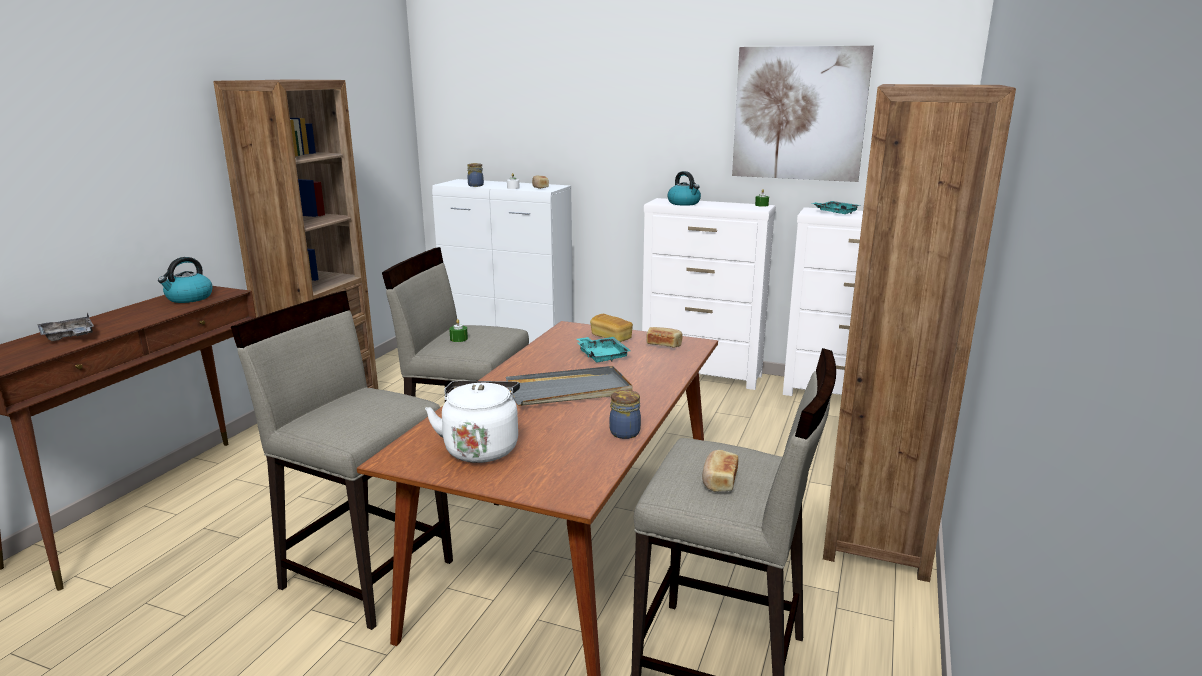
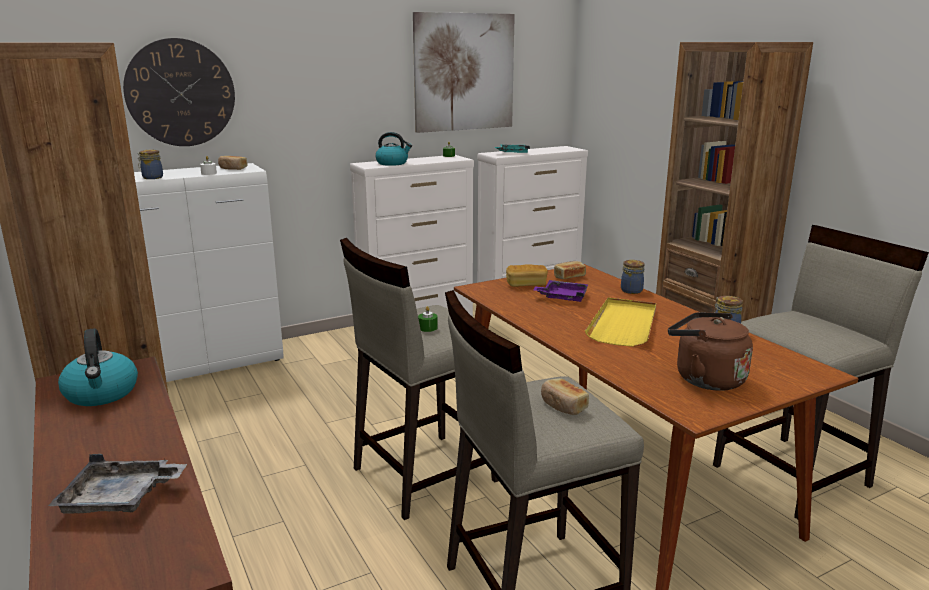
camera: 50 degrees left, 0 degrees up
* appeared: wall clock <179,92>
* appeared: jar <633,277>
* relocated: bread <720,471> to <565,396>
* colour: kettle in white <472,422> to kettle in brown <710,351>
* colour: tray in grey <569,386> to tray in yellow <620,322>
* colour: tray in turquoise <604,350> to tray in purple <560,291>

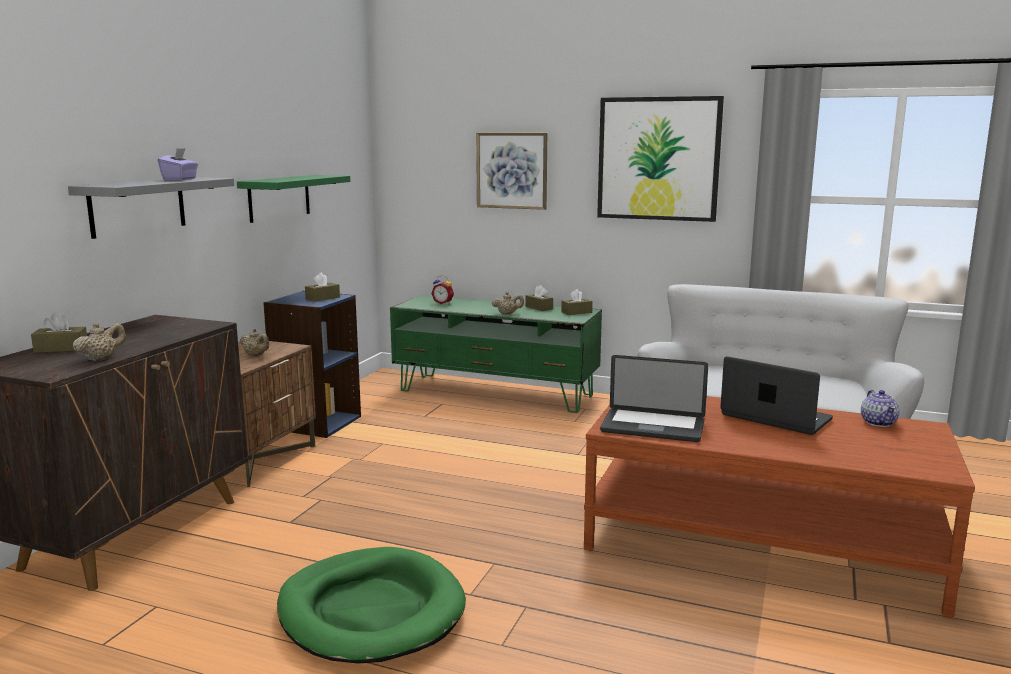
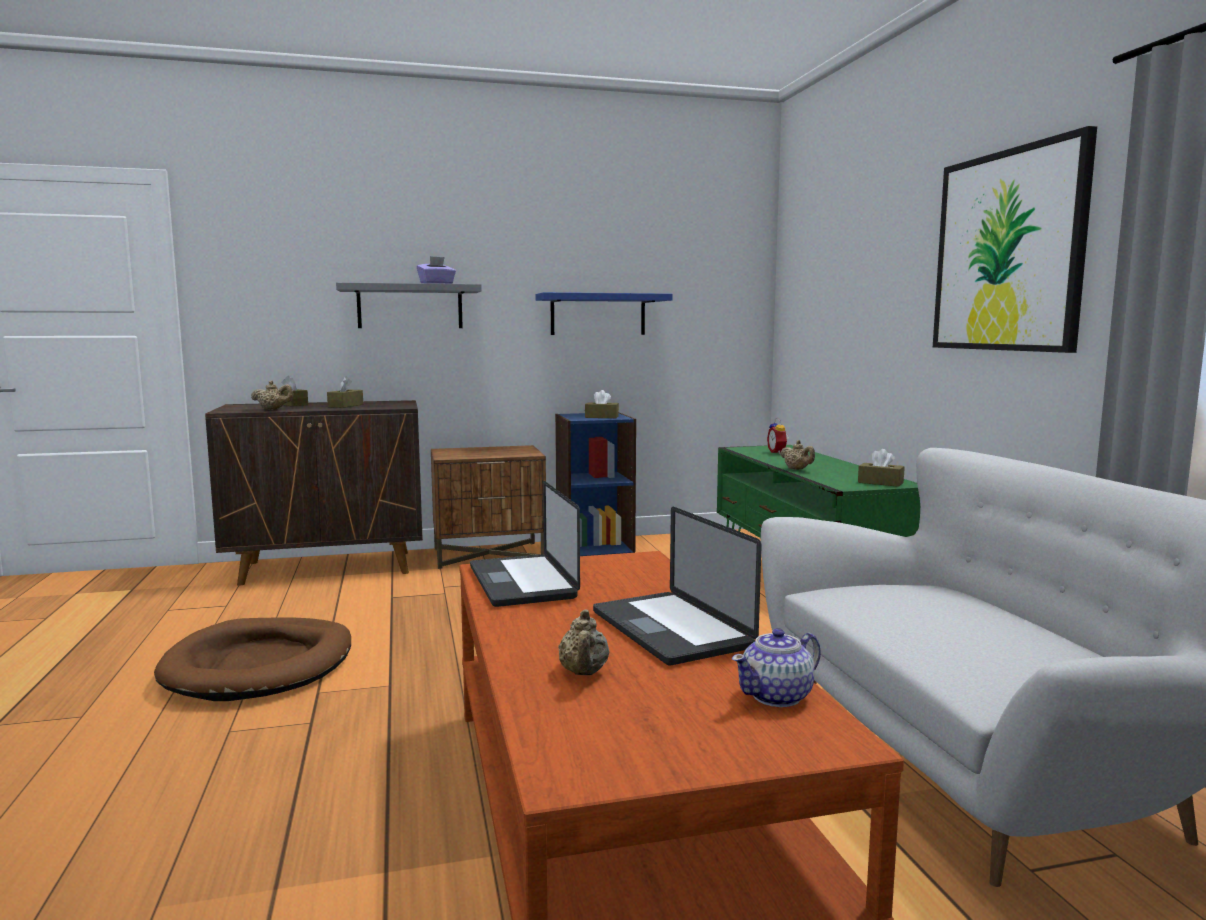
camera: 55 degrees right, 5 degrees down
* missing: picture <511,171>
* relocated: teapot in beige <254,342> to <583,642>
* relocated: tissue box in brown <539,298> to <345,392>
* colour: shelf in green <293,199> to shelf in blue <604,313>
* colour: dog bed in green <371,605> to dog bed in brown <252,659>
* spun: laptop <776,395> = <677,586> 150 degrees clockwise

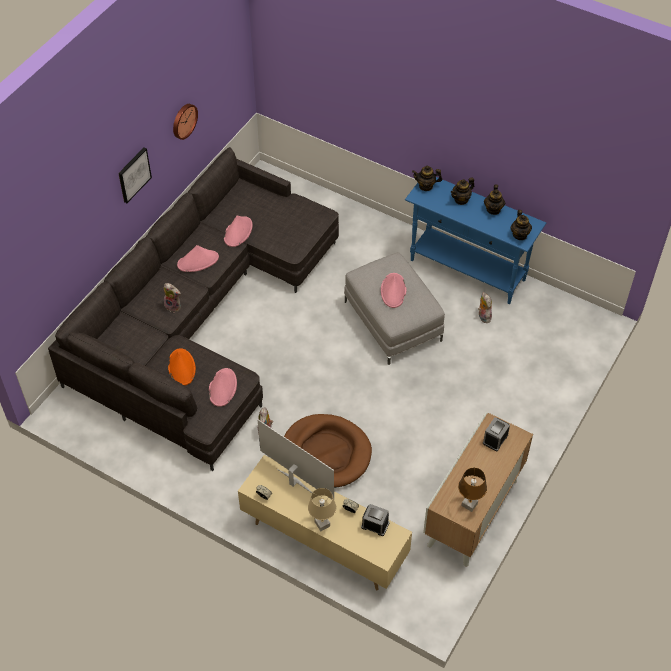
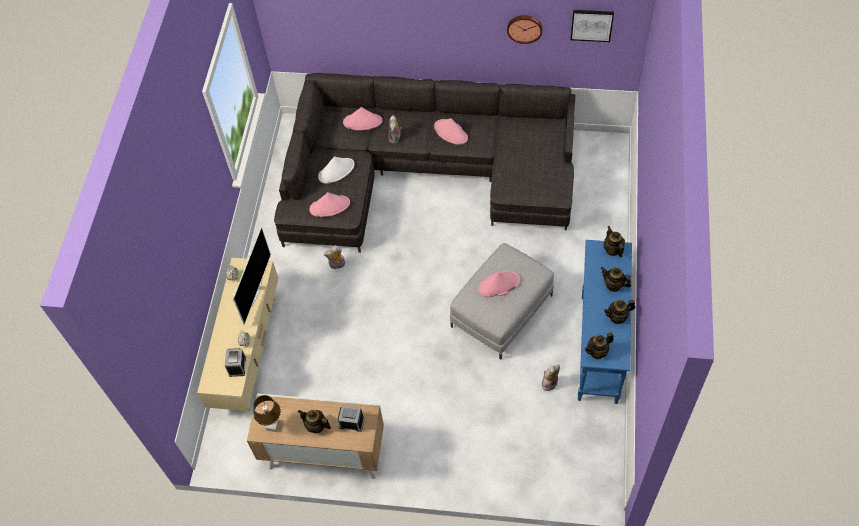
camera: 70 degrees right, 5 degrees up
* missing: dog bed in brown <328,451>
* missing: table lamp in beige <322,509>
* appeared: teapot <314,422>
* relocated: picture <135,175> to <592,26>
* relocated: hat in pink <238,231> to <362,119>
* colour: hat in orange <182,367> to hat in white <336,169>

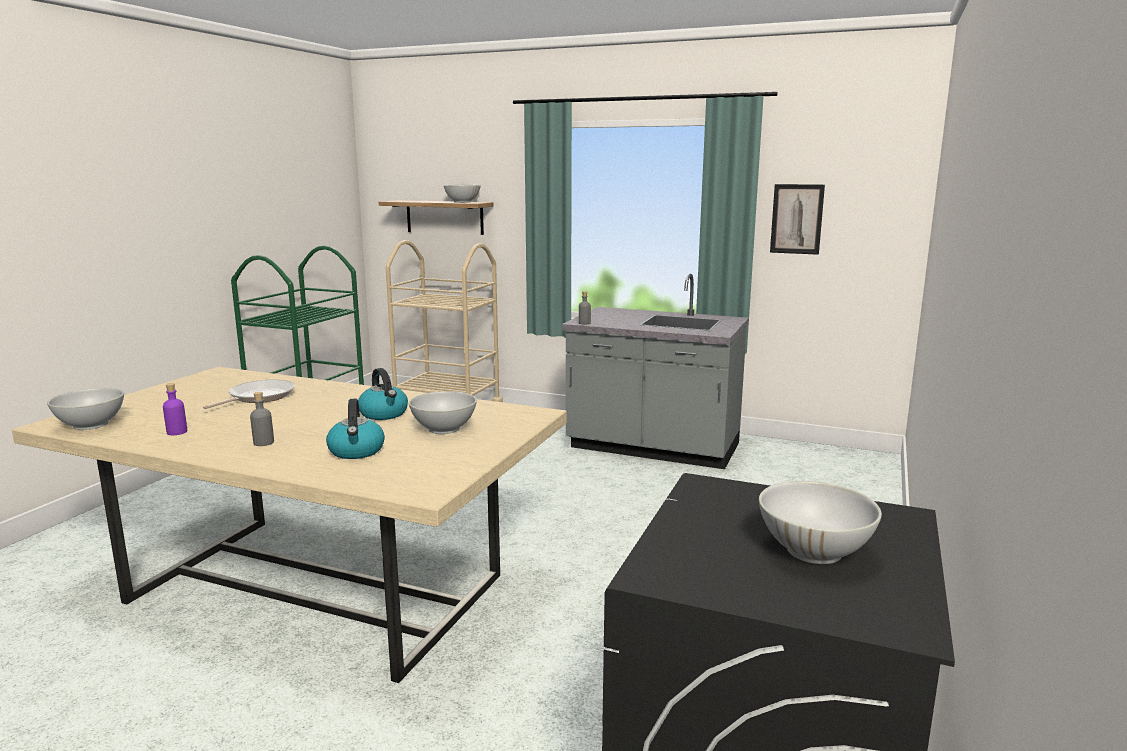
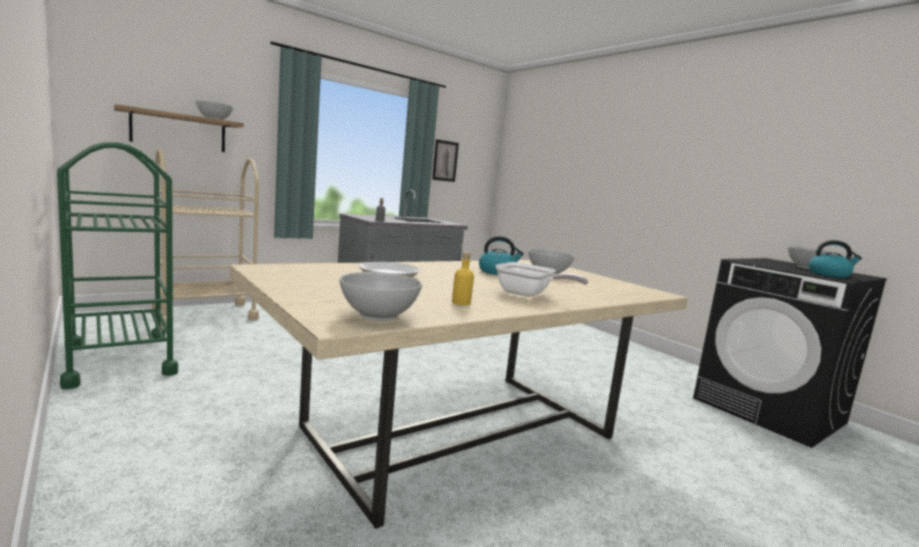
camera: 60 degrees left, 5 degrees down
* relocated: kettle <355,429> to <835,259>
* exchanged: bottle in grey <262,419> to frying pan <542,279>
* colour: bottle in purple <175,409> to bottle in yellow <463,278>

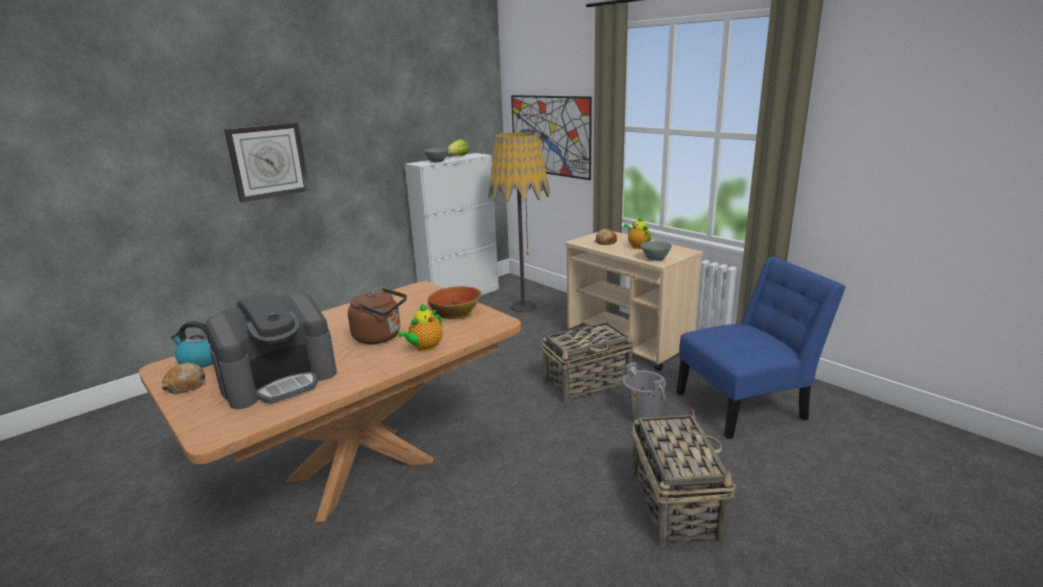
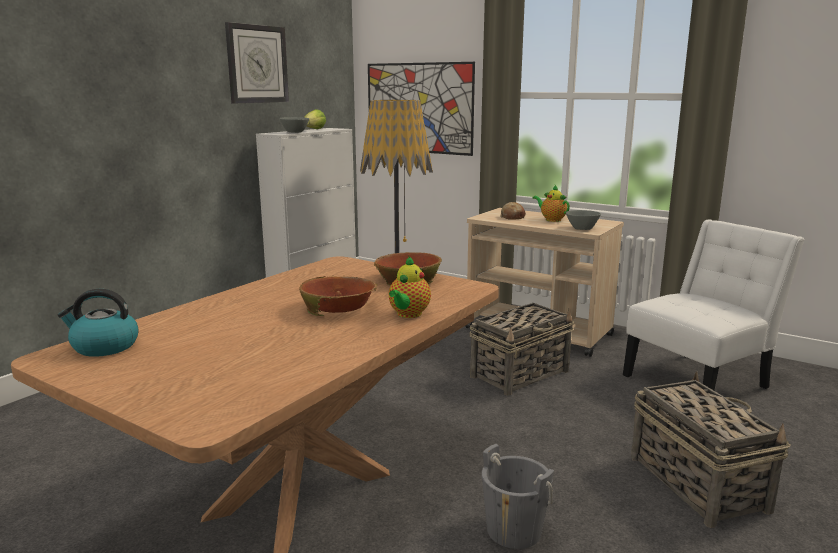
camera: 15 degrees left, 5 degrees down
* missing: bread <184,378>
* missing: coffee machine <271,350>
* relocated: wall clock <267,162> to <257,62>
* relocated: bucket in grey <644,392> to <518,496>
* exchanged: kettle in brown <377,316> to bowl <338,296>
* colour: chair in blue <761,348> to chair in white <714,305>

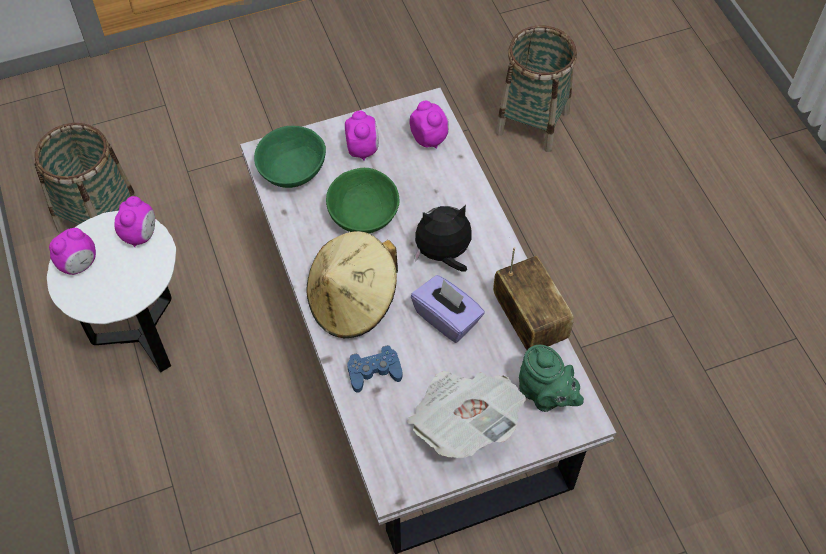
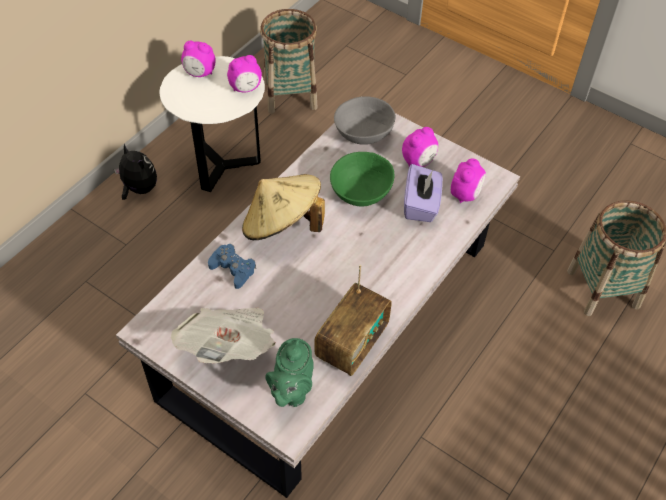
camera: 55 degrees right, 5 degrees down
* relocated: tissue box in purple <448,309> to <423,193>
* relocated: plush toy <443,238> to <135,172>
* colour: bowl in green <290,157> to bowl in grey <365,120>

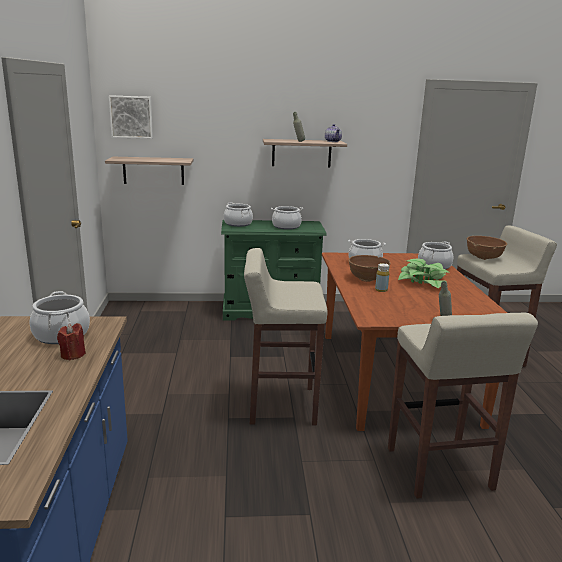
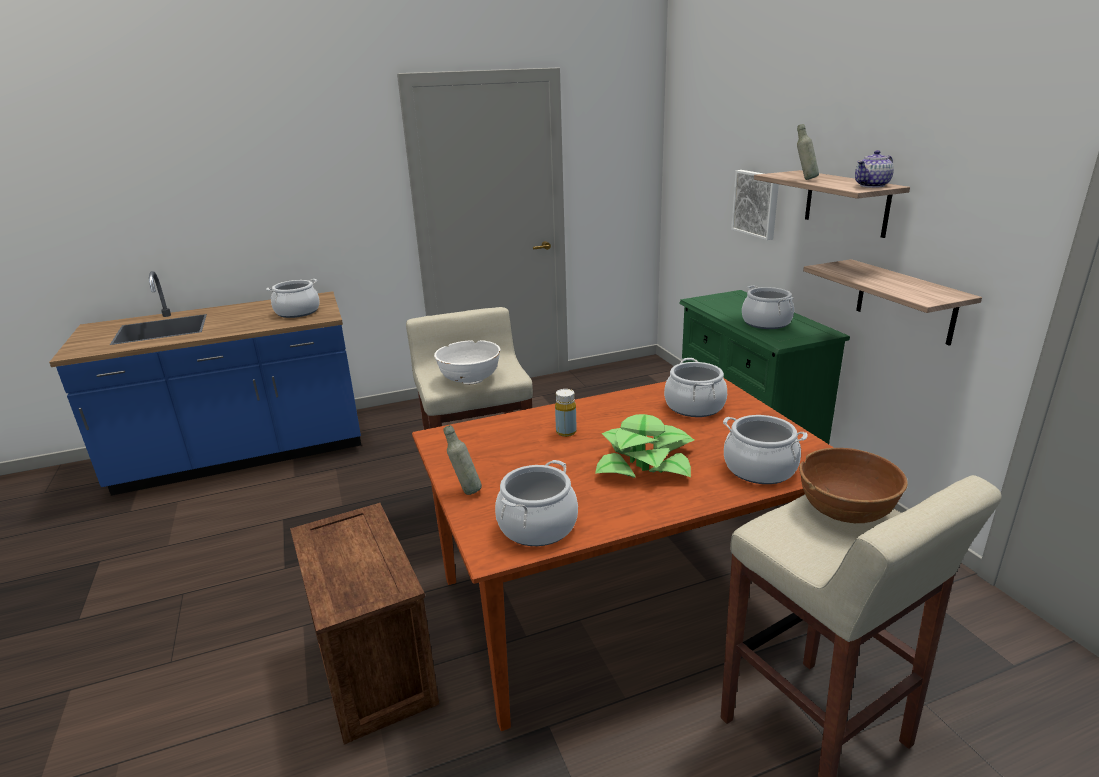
camera: 75 degrees right, 5 degrees up
* missing: candle in red <71,341>
* missing: bowl in brown <369,268>
* appeared: bowl in white <467,362>
* relocated: shelf <149,171> to <892,302>
* relocated: picture <131,117> to <755,205>
* relocated: cooking pot <238,214> to <536,503>
* exchanged: stool in beige <463,406> to crate <364,624>

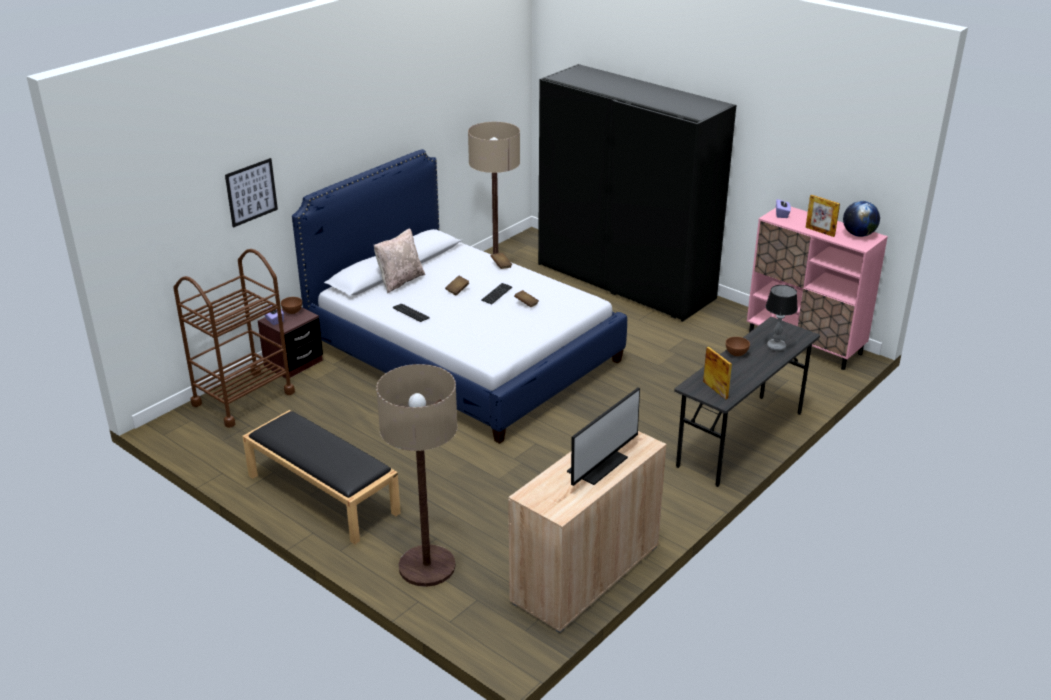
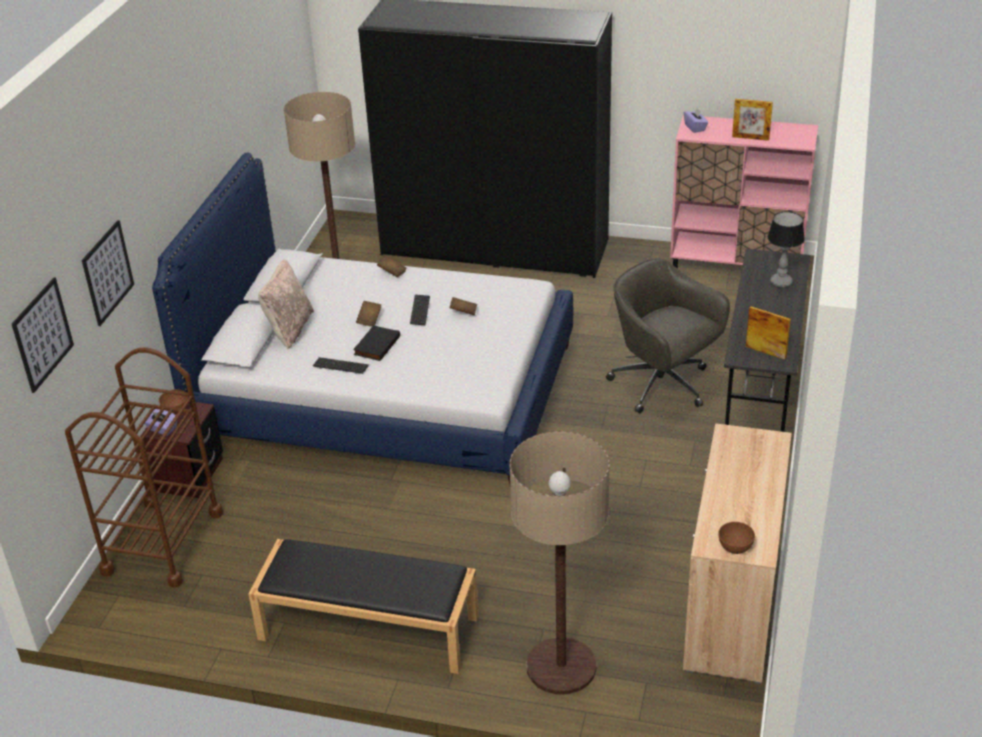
camera: 25 degrees left, 5 degrees up
* missing: monitor <603,436>
* missing: globe <861,219>
* appeared: picture <43,335>
* appeared: book in black <376,343>
* appeared: office chair in grey <668,336>
* relocated: bowl in brown <738,346> to <737,538>

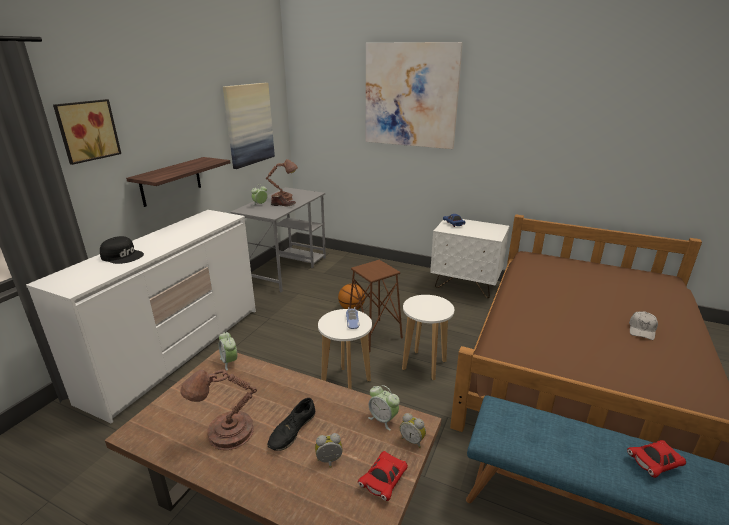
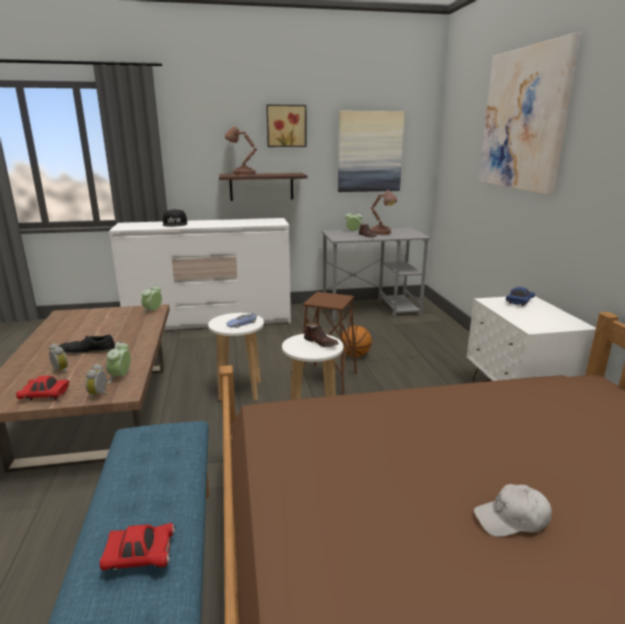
camera: 55 degrees right, 5 degrees down
* appeared: shoe in brown <321,335>
* relocated: picture <87,132> to <286,126>
* relocated: table lamp in brown <218,410> to <241,151>
* spun: toy car in red <656,459> = <137,546> 135 degrees clockwise

